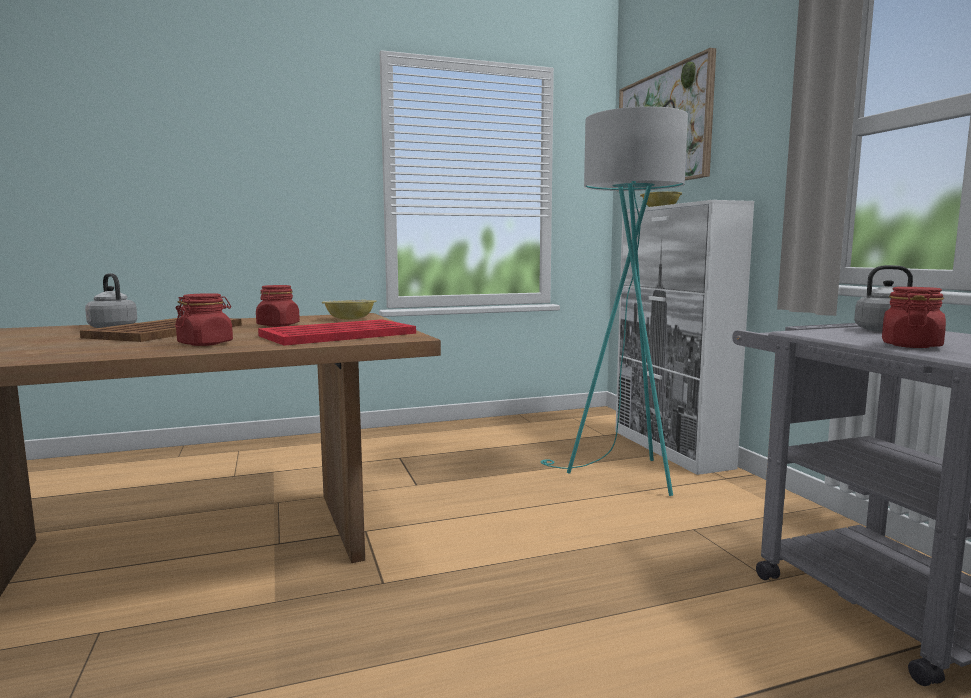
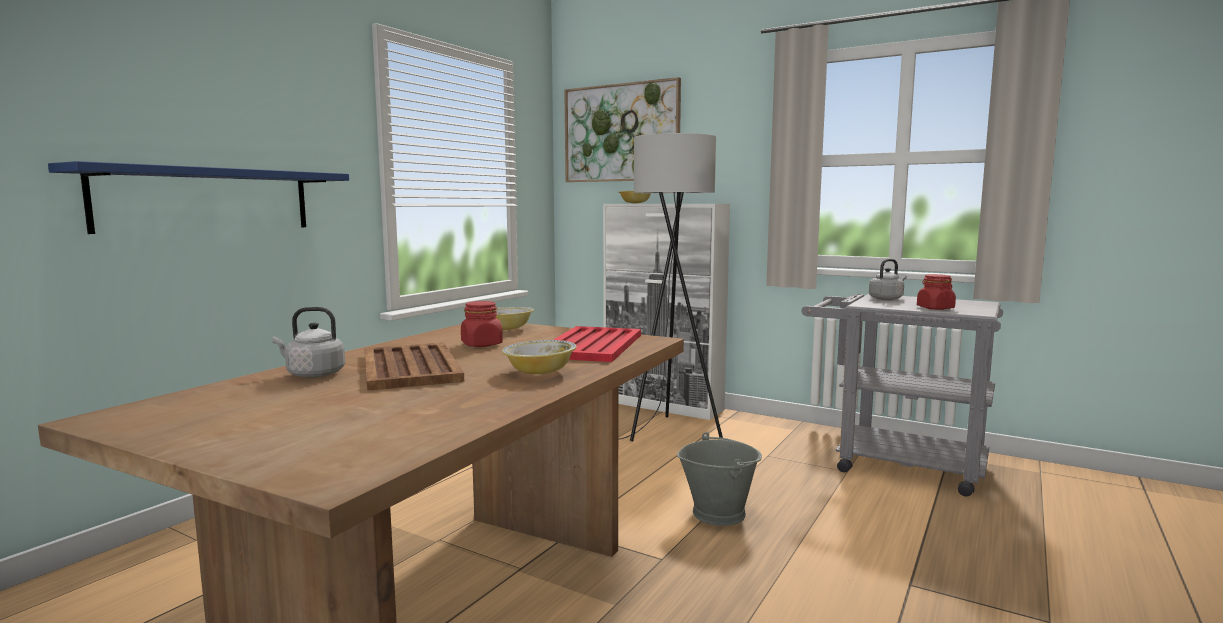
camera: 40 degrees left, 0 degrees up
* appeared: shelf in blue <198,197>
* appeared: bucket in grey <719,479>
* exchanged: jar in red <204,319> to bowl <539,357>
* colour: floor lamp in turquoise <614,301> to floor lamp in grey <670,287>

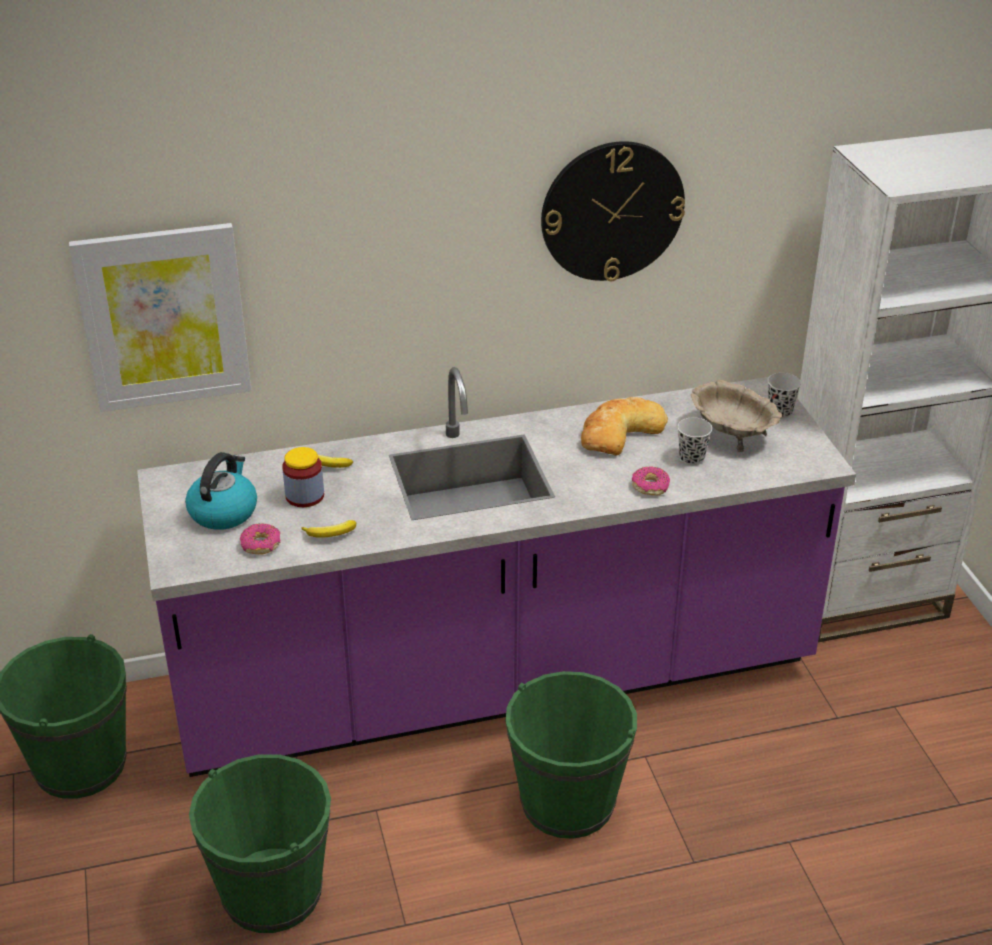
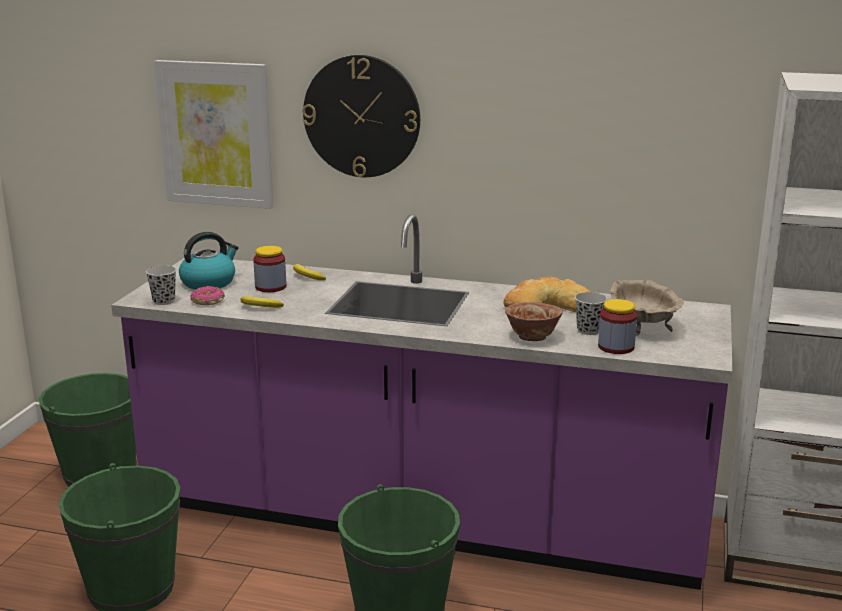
camera: 30 degrees right, 15 degrees down
* appeared: jar <617,326>
* relocated: wall clock <613,211> to <361,116>
* relocated: cup in black <784,396> to <161,285>
* exchanged: donut <651,481> to bowl <534,321>

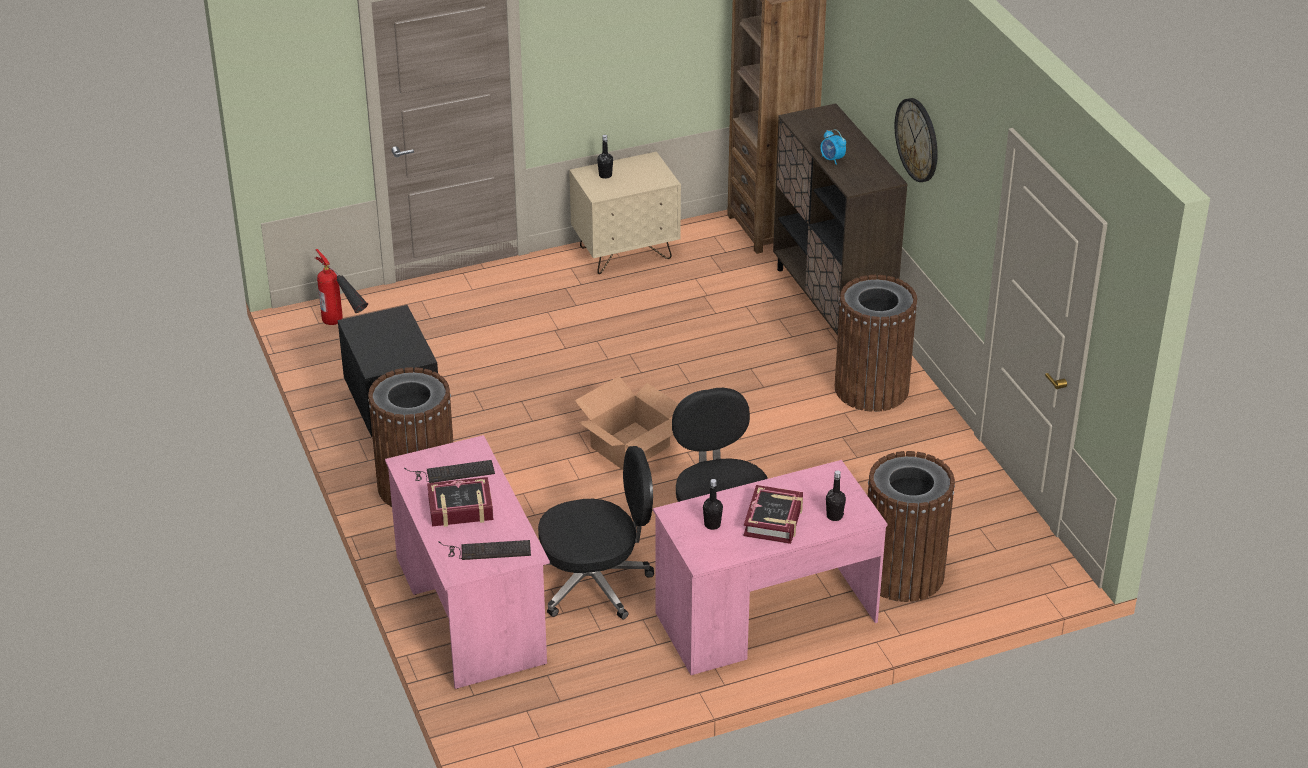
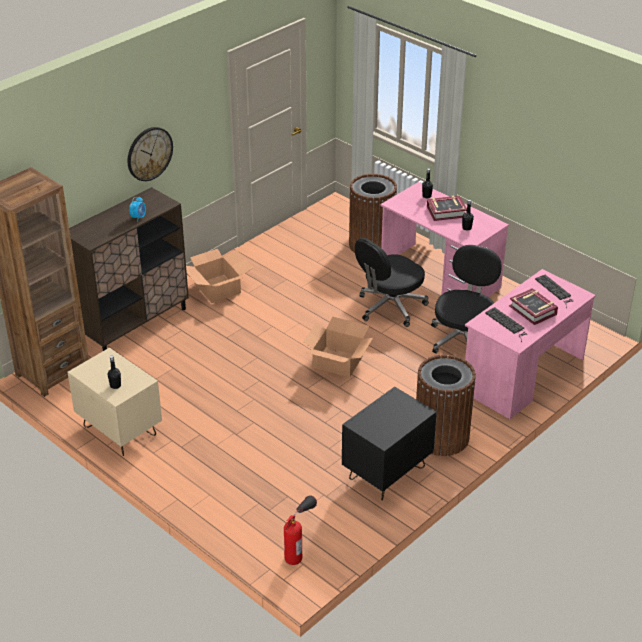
camera: 115 degrees left, 0 degrees up
* exchanged: trash can in brown <876,343> to cardboard box <219,276>
* spun: office chair in black <596,533> = <466,299> 60 degrees clockwise

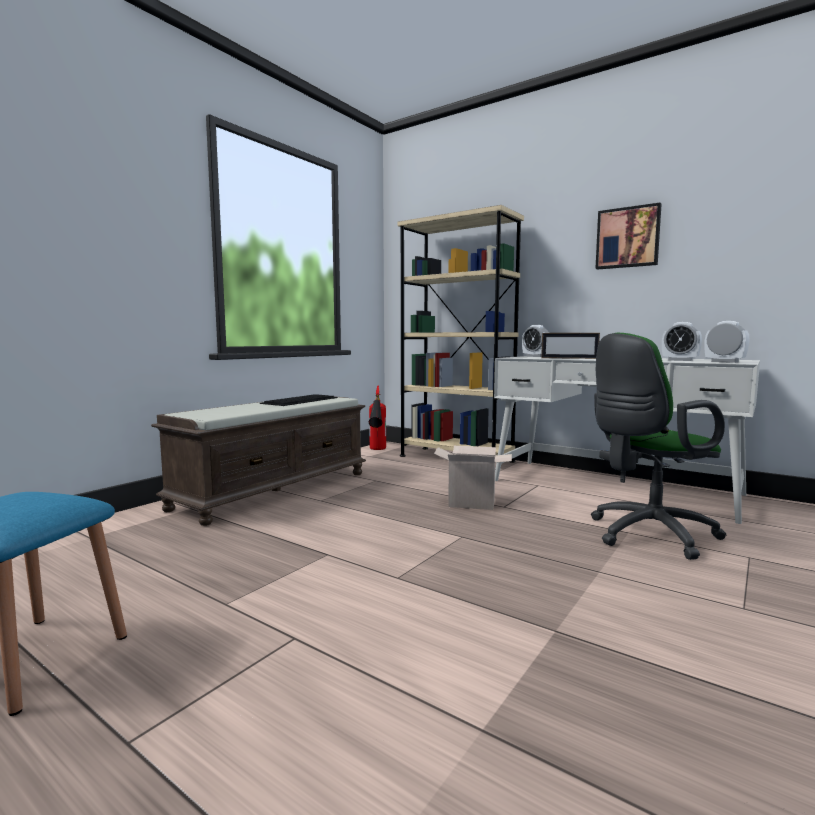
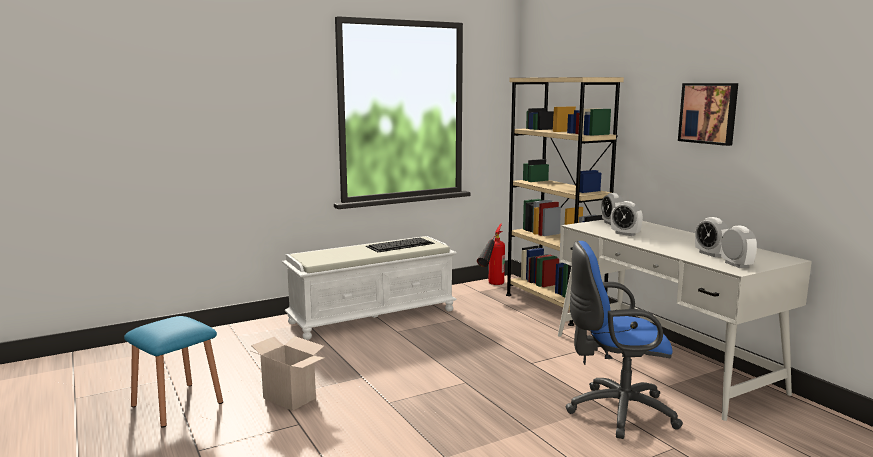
camera: 25 degrees right, 5 degrees up
* relocated: cardboard box <473,478> to <288,373>
* exchanged: picture frame <570,346> to alarm clock <627,218>
* colour: bench in brown <258,461> to bench in white <369,288>
* colour: office chair in green <659,446> to office chair in blue <624,340>

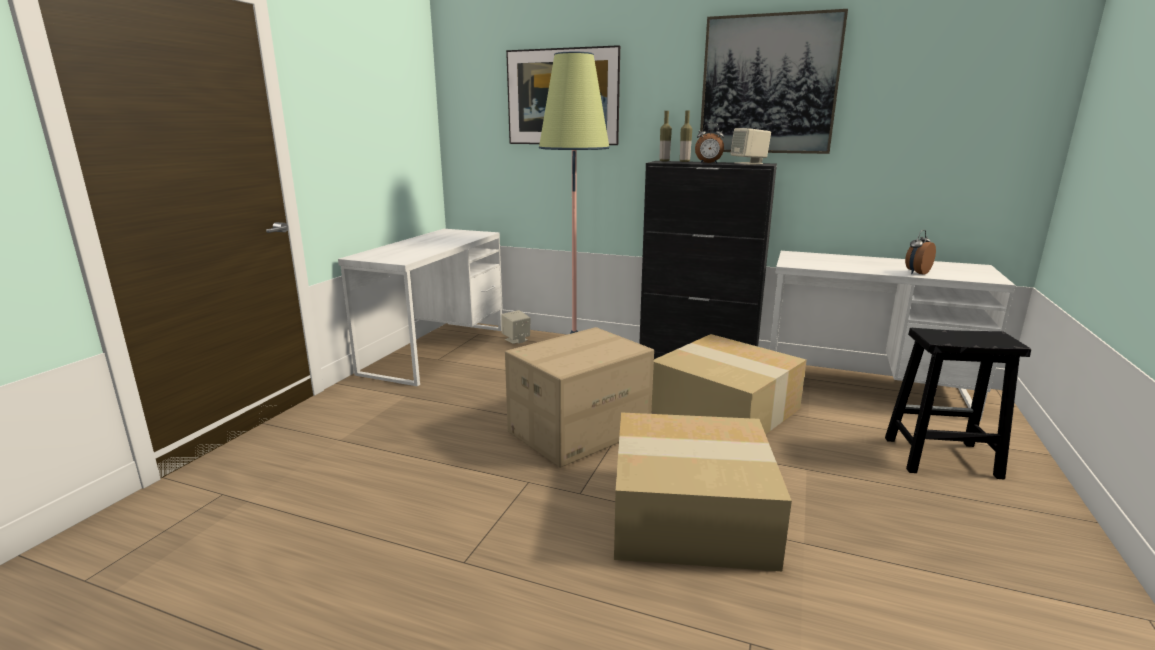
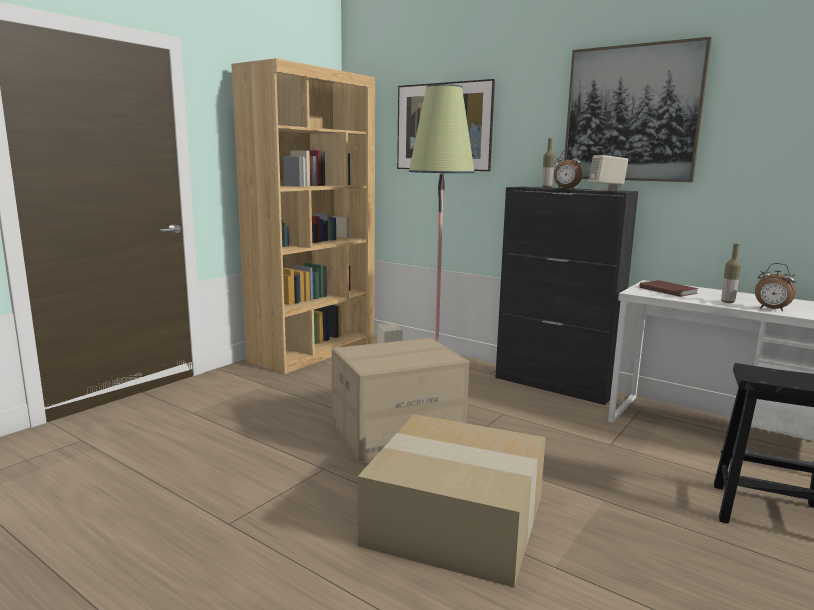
camera: 15 degrees right, 5 degrees down
* missing: cardboard box <729,384>
* appeared: book in brown <669,288>
* relocated: bottle <666,136> to <731,273>
* exchanged: desk in white <420,307> to bookcase in brown <303,216>
* spun: alarm clock <920,252> = <775,287> 120 degrees counterclockwise

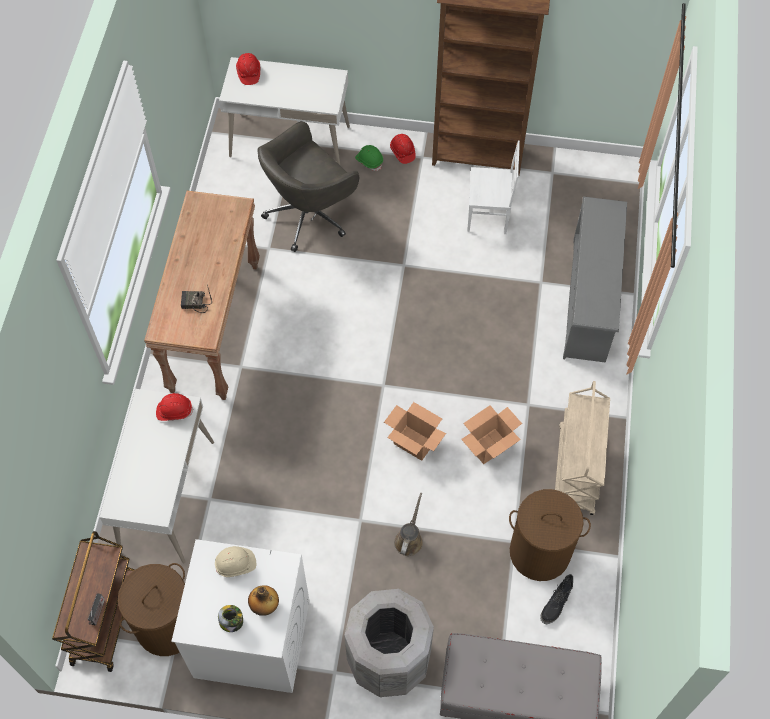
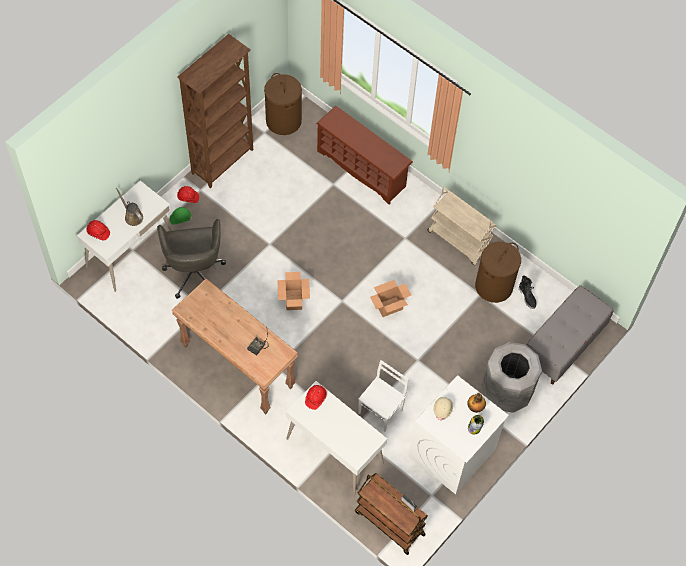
camera: 60 degrees left, 0 degrees up
* relocated: laundry basket in brown <151,609> to <283,104>
* relocated: watering can in brown <408,524> to <129,207>
* relocated: cardboard box <491,434> to <293,291>
* relocated: chair in white <493,187> to <383,396>
* colour: shoe rack in grey <595,279> to shoe rack in brown <364,155>

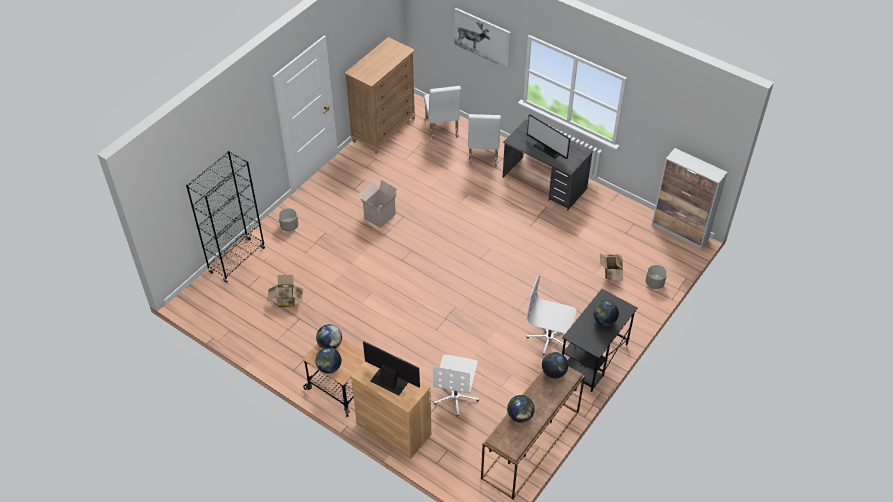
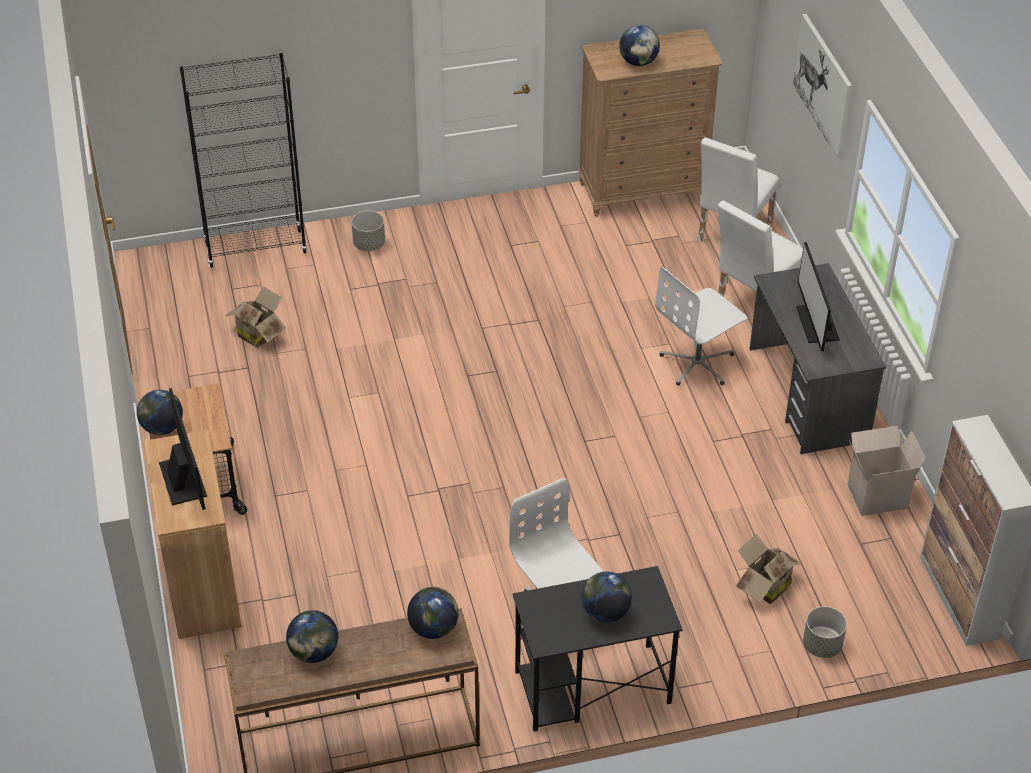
camera: 40 degrees right, 5 degrees down
* relocated: globe <329,336> to <639,45>
* relocated: cardboard box <377,204> to <886,471>
* relocated: office chair in white <456,385> to <701,326>

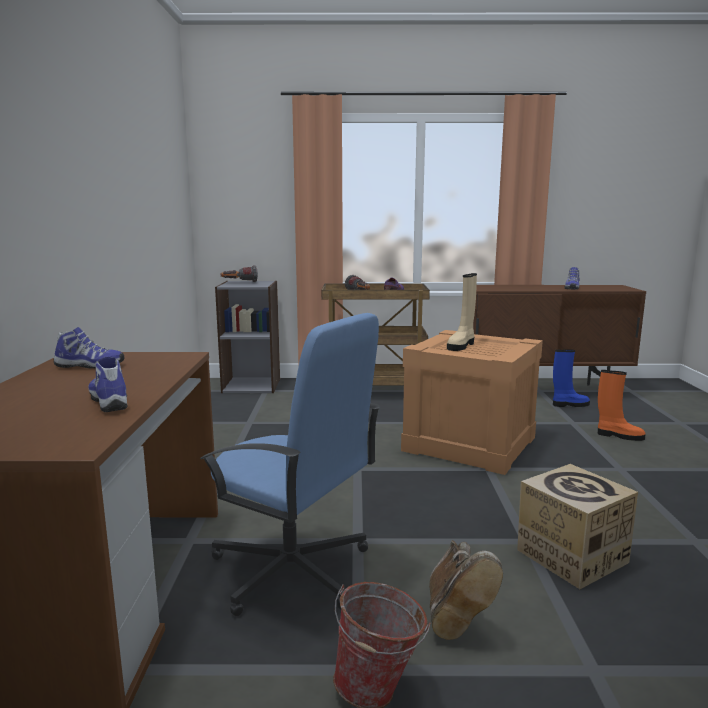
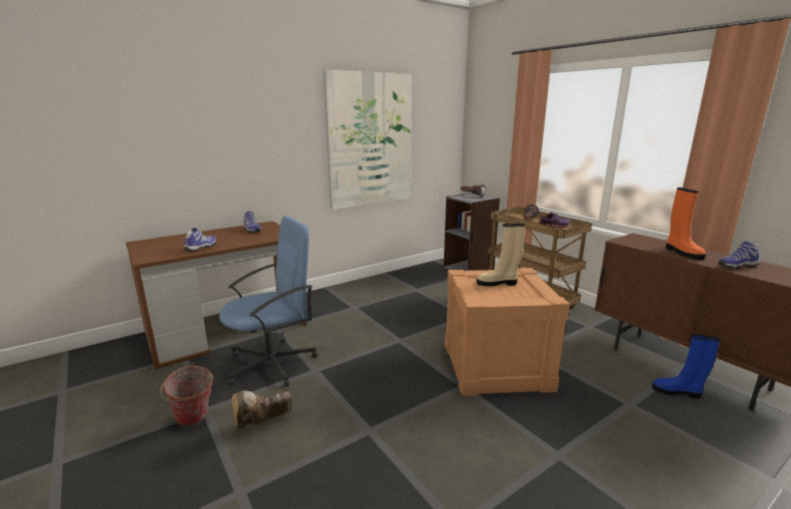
camera: 55 degrees right, 5 degrees up
* missing: cardboard box <577,526>
* appeared: picture <367,139>
* relocated: boot in orange <622,405> to <686,223>
* spun: office chair in blue <290,465> = <268,301> 120 degrees counterclockwise
* spun: boot in blue <571,378> = <686,366> 150 degrees clockwise

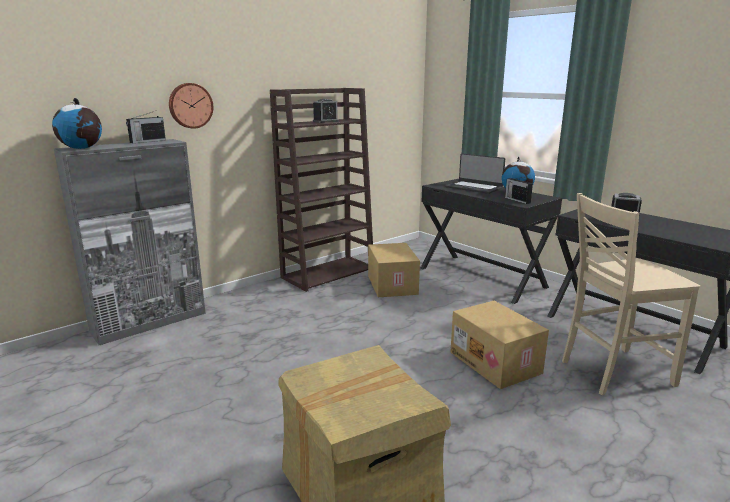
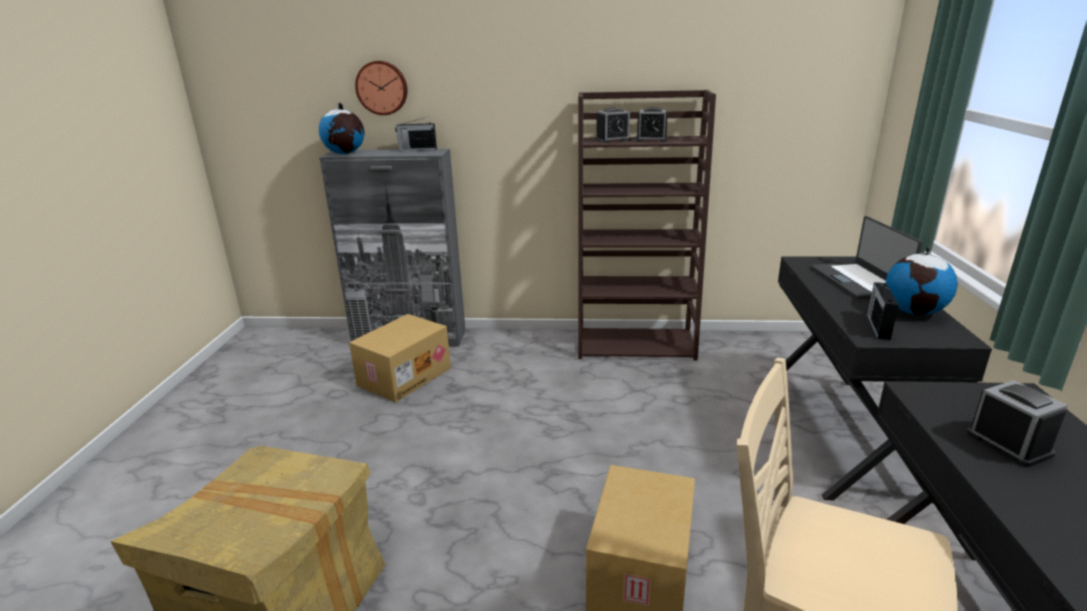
camera: 45 degrees right, 5 degrees up
* appeared: alarm clock <613,125>
* relocated: wall clock <191,106> to <381,88>
* relocated: cardboard box <394,270> to <400,358>

